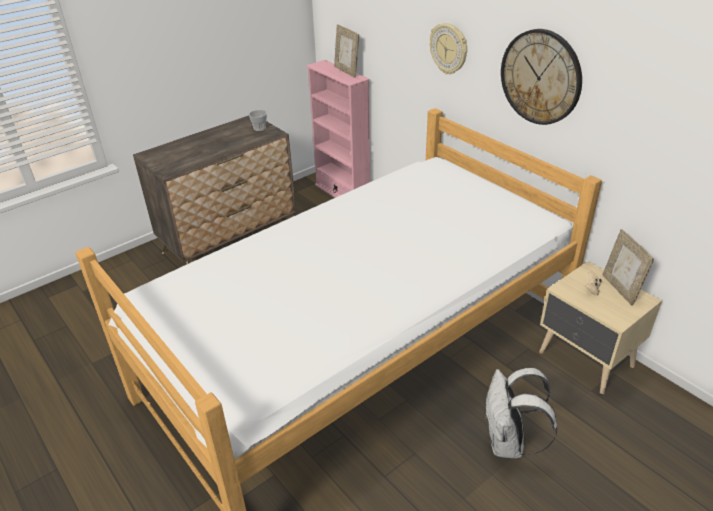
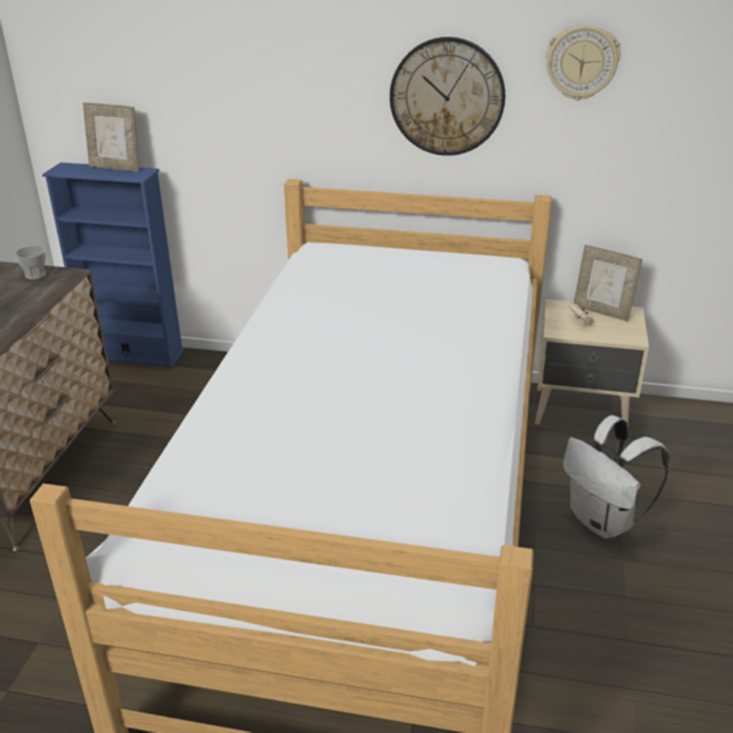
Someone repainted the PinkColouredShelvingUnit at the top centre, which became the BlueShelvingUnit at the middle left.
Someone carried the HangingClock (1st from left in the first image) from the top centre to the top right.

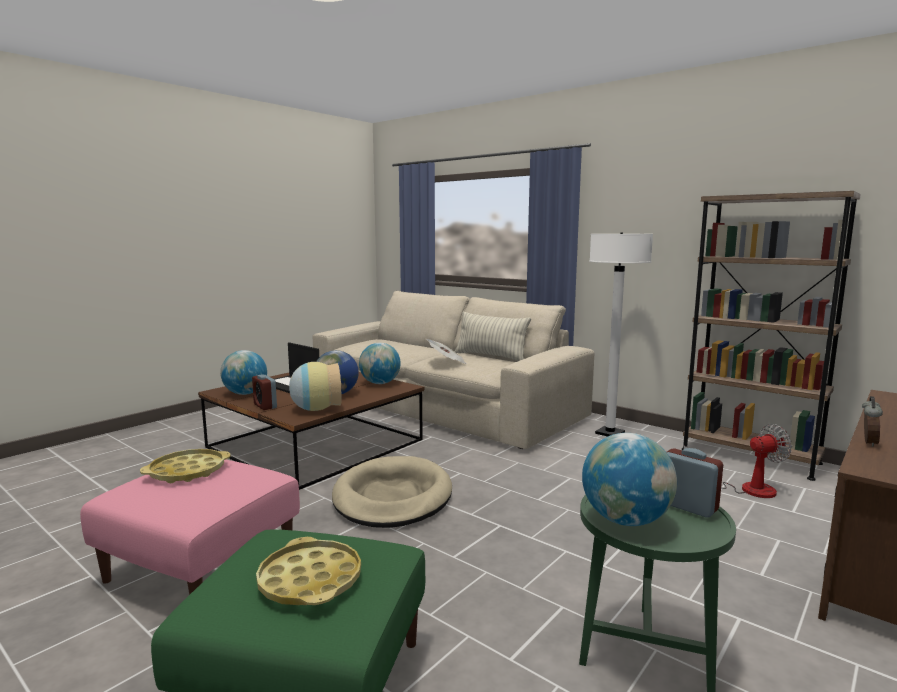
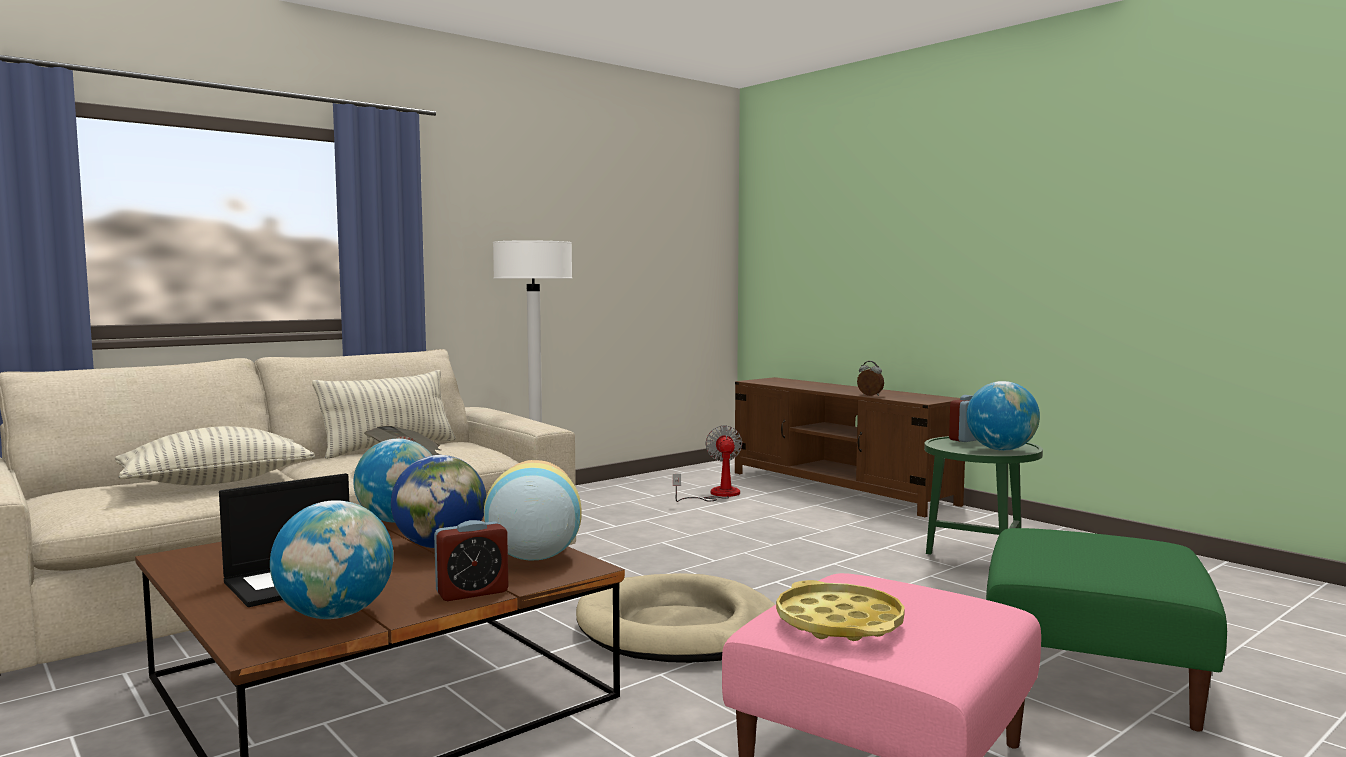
Someone put down the Cushion (1st from left) at the middle left.
Someone took away the YellowTray (2nd from left) at the bottom centre.
Someone took away the BrownColouredShelvingUnit at the middle right.

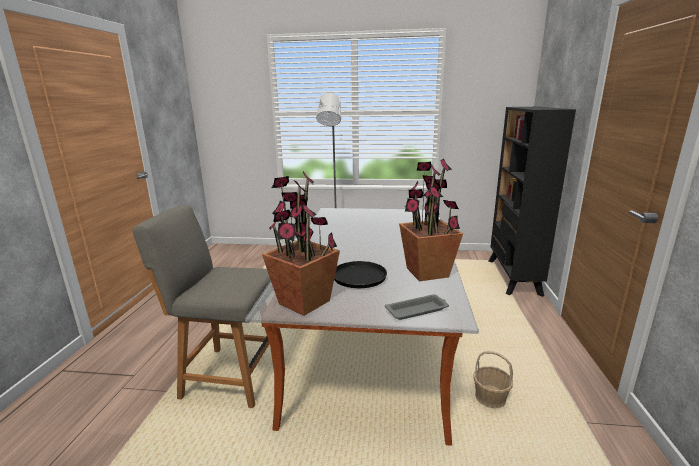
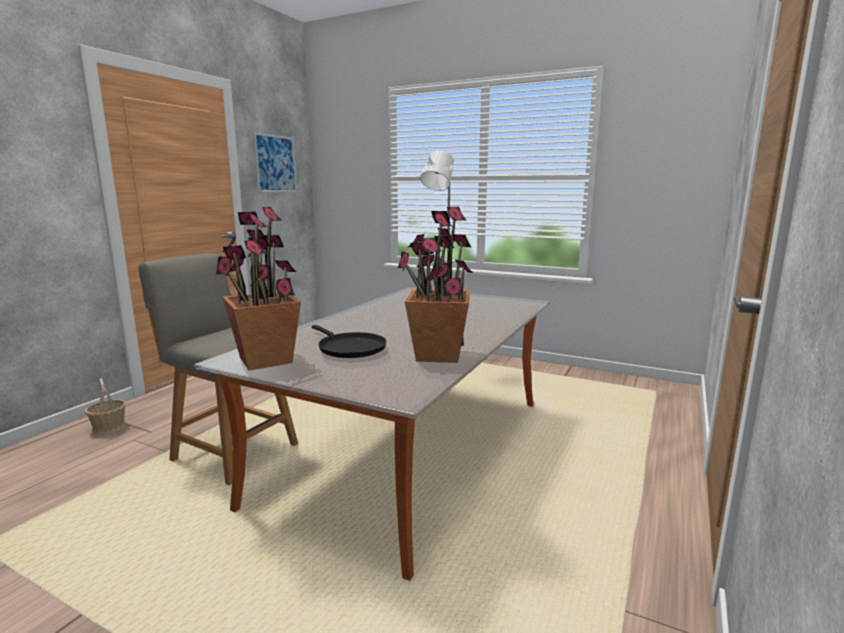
Someone carried the Basket from the bottom right to the middle left.
Someone put up the Picture at the top left.
Someone took away the GreyTray at the centre.
Someone took away the BlackishShelvingUnit at the middle right.

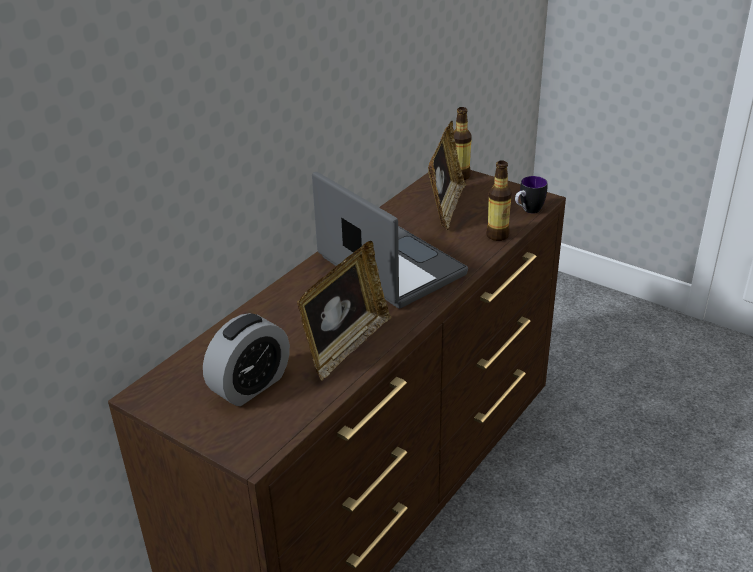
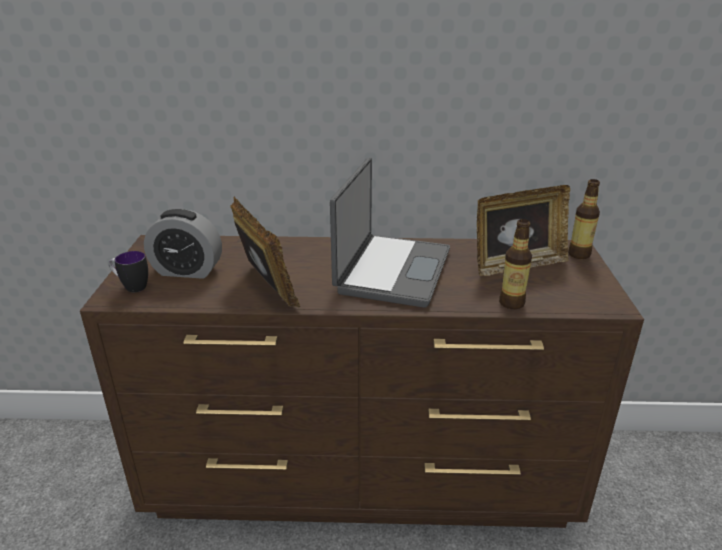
Someone carried the Mug from the middle right to the middle left.
Someone rotated the PhotoFrame (1st from left) at the centre by 120 degrees counterclockwise.

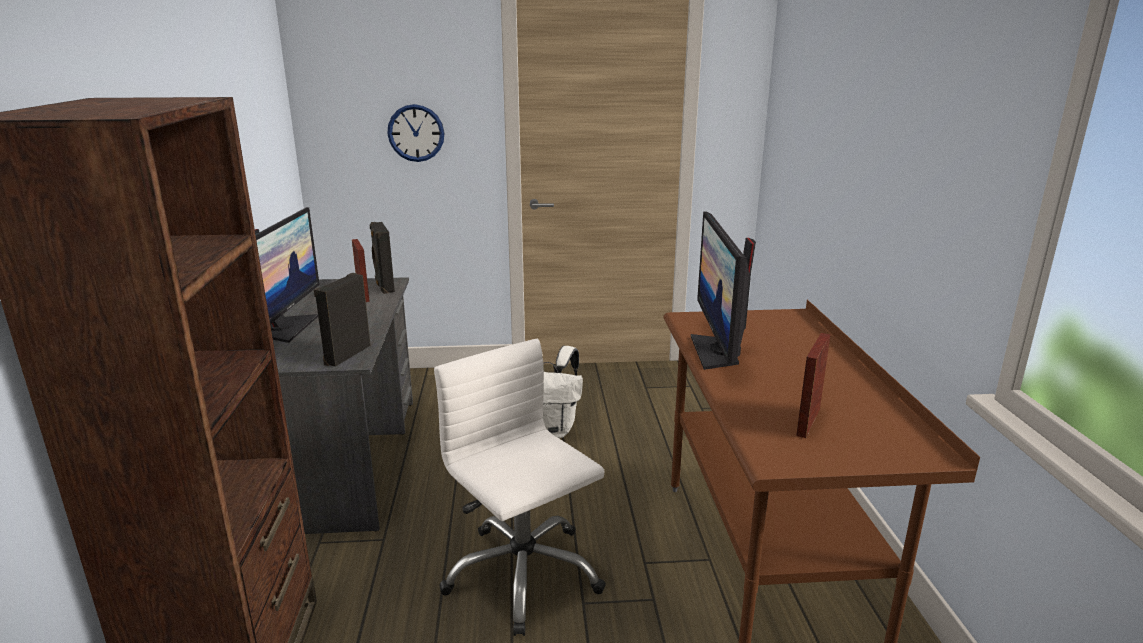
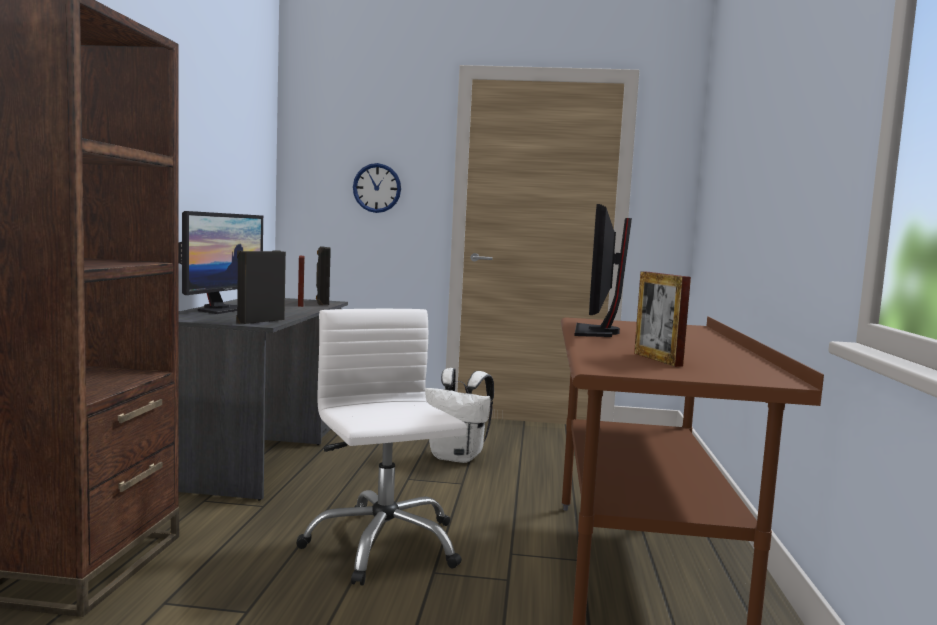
Someone rotated the PhotoFrame (2nd from left) at the middle right by 60 degrees counterclockwise.

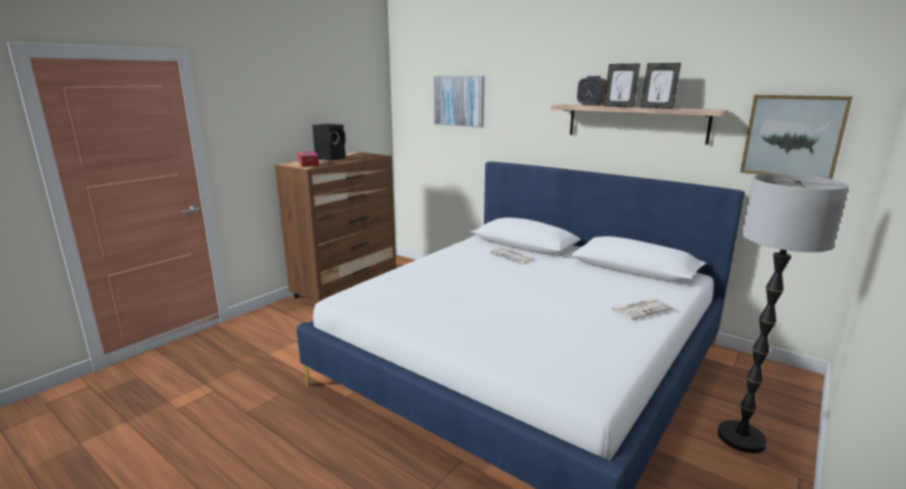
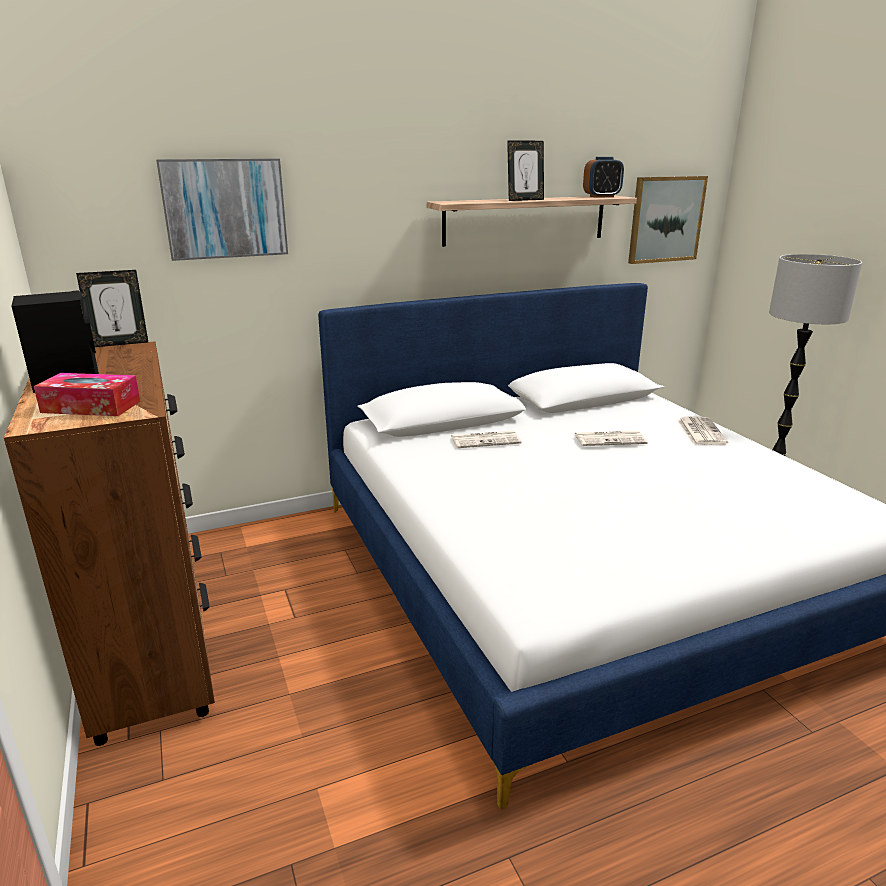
Someone carried the PhotoFrame (2nd from left in the first image) from the top right to the middle left.
Someone put down the PrintedPaper (2nd from left) at the middle right.
Someone carried the TableClock from the top centre to the top right.

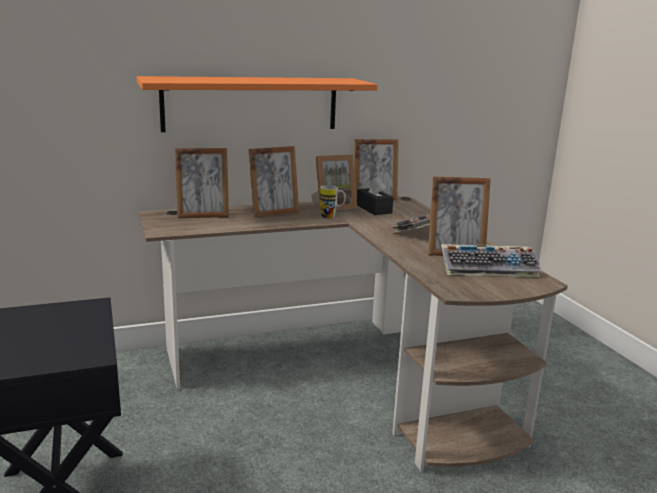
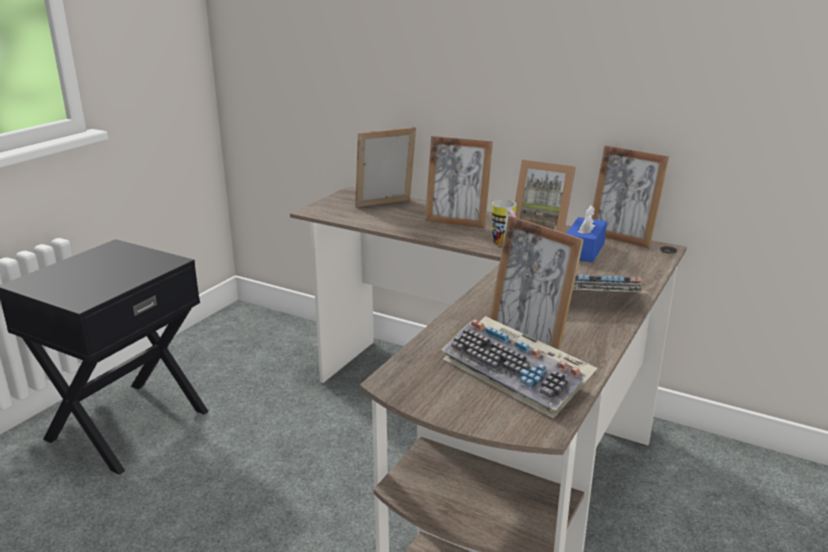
Someone rotated the PhotoFrame (1st from left) at the middle left by 120 degrees clockwise.
Someone repainted the BlackishTissueBox at the centre, which became the BlueTissueBox at the middle right.
Someone took away the OrangeColouredShelf at the top centre.

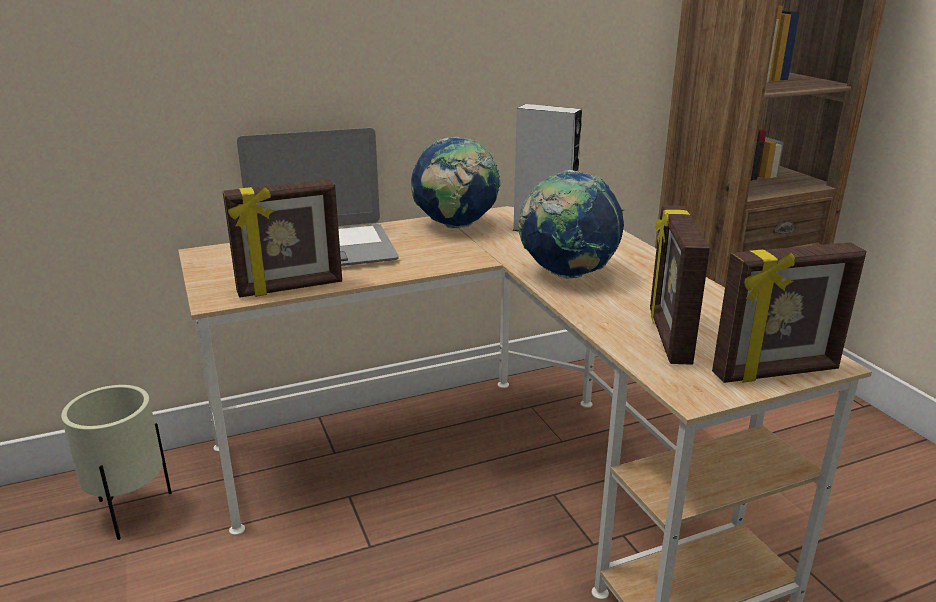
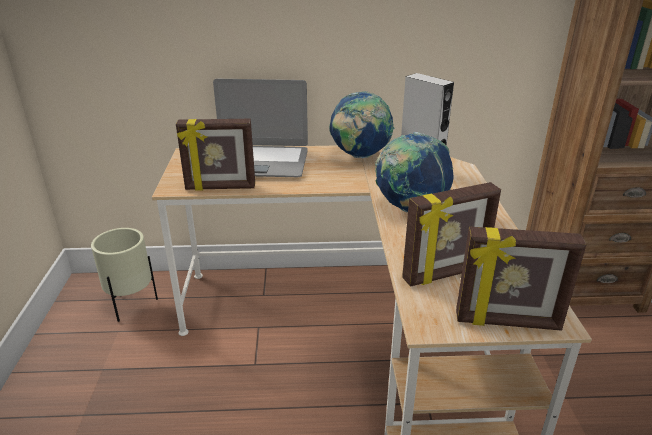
Someone rotated the PhotoFrame (2nd from left) at the middle right by 135 degrees counterclockwise.

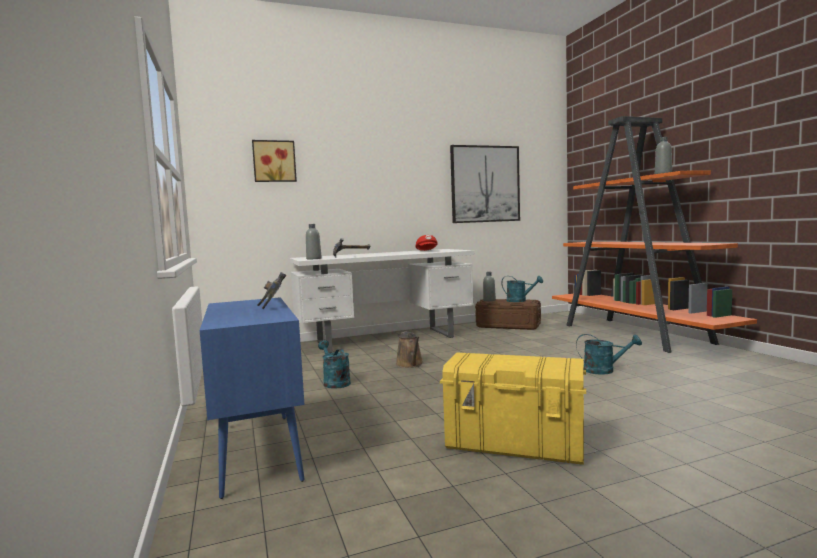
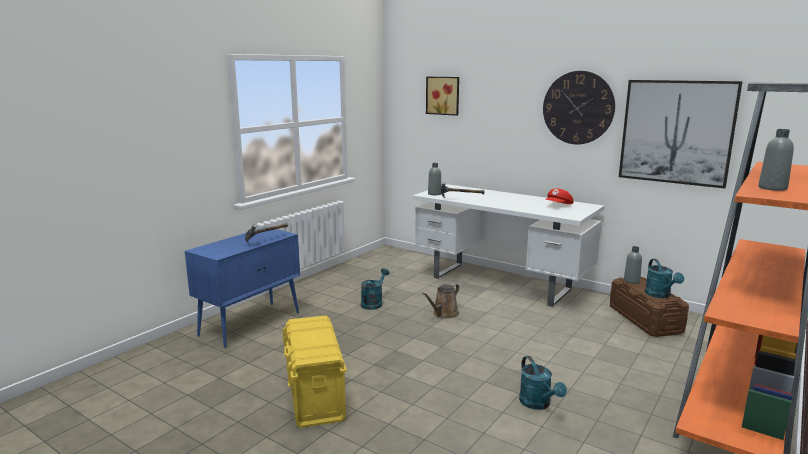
Someone put up the HangingClock at the top right.

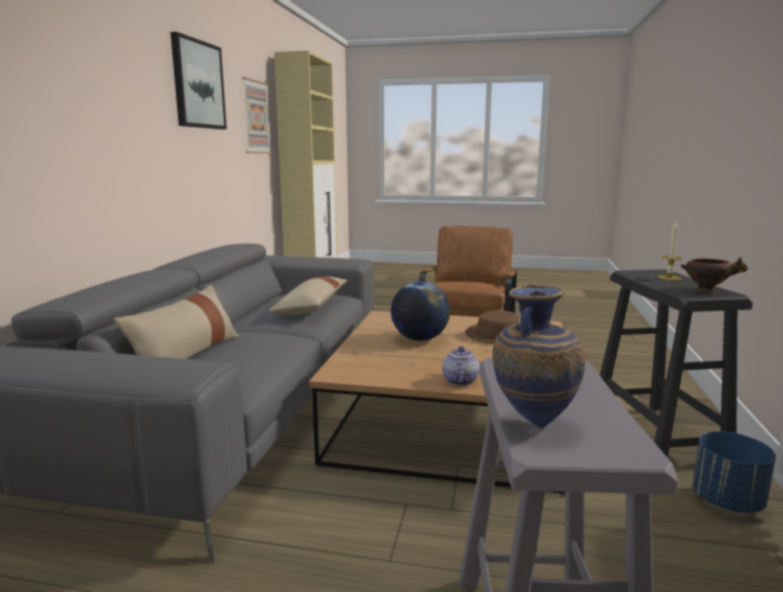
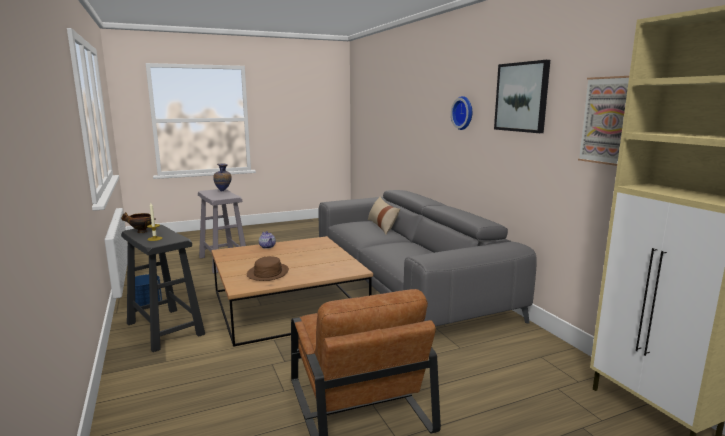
Someone put up the HangingClock at the top centre.
Someone took away the BeigeCushion (2nd from left) at the centre.
Someone took away the Globe at the centre.

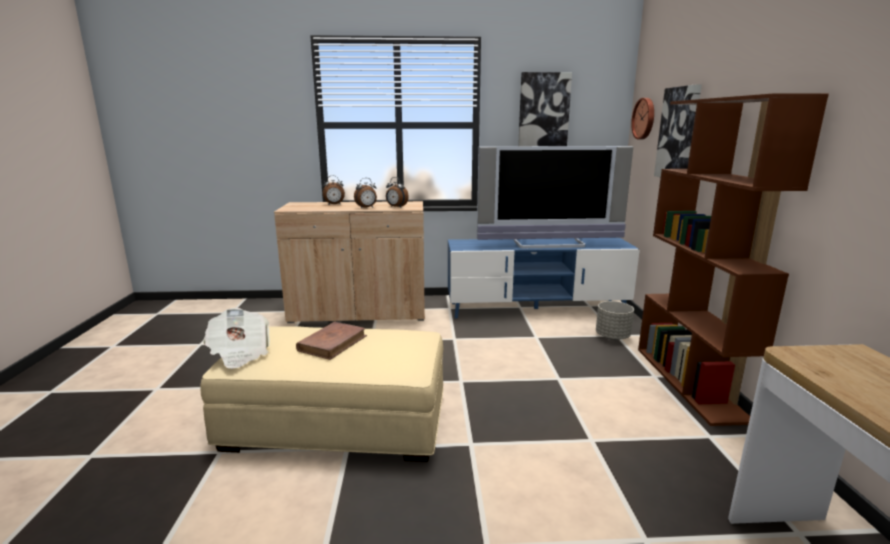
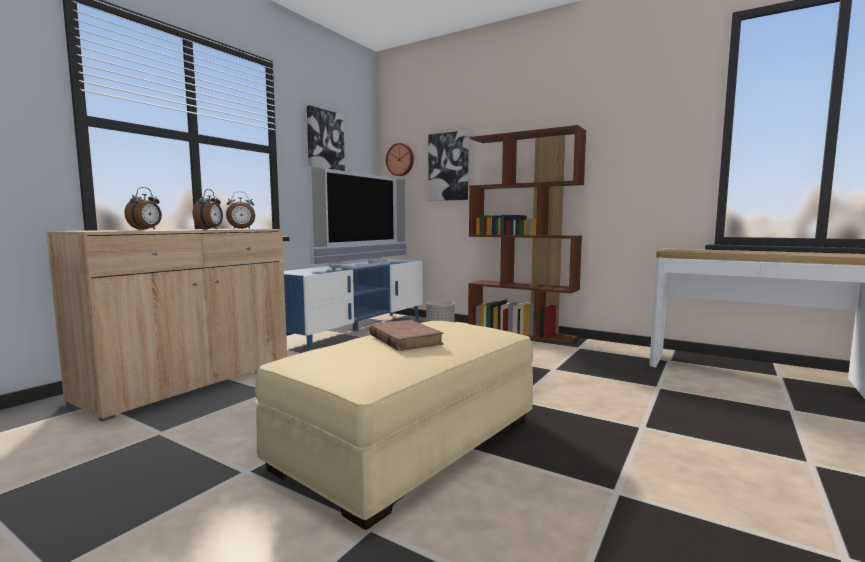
Someone took away the PrintedPaper at the middle left.

